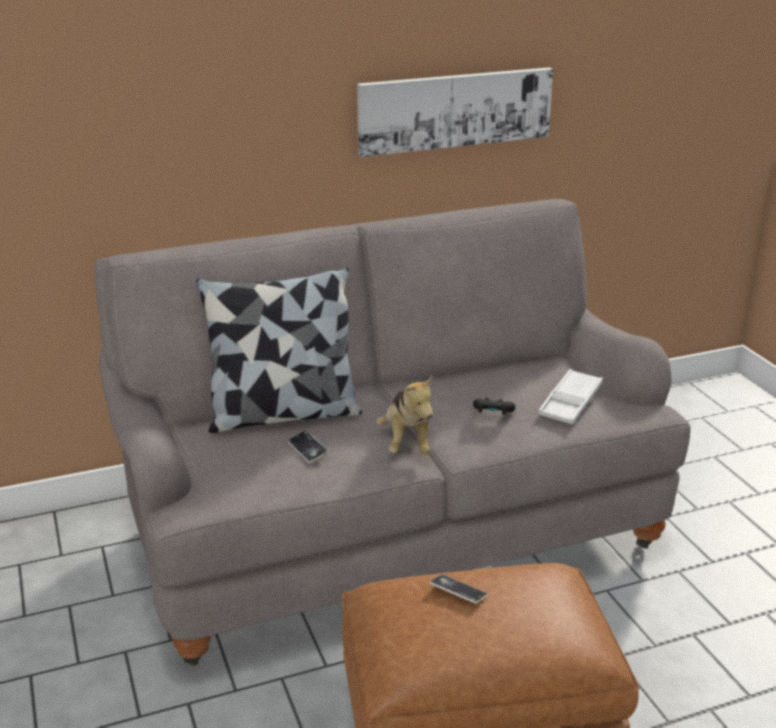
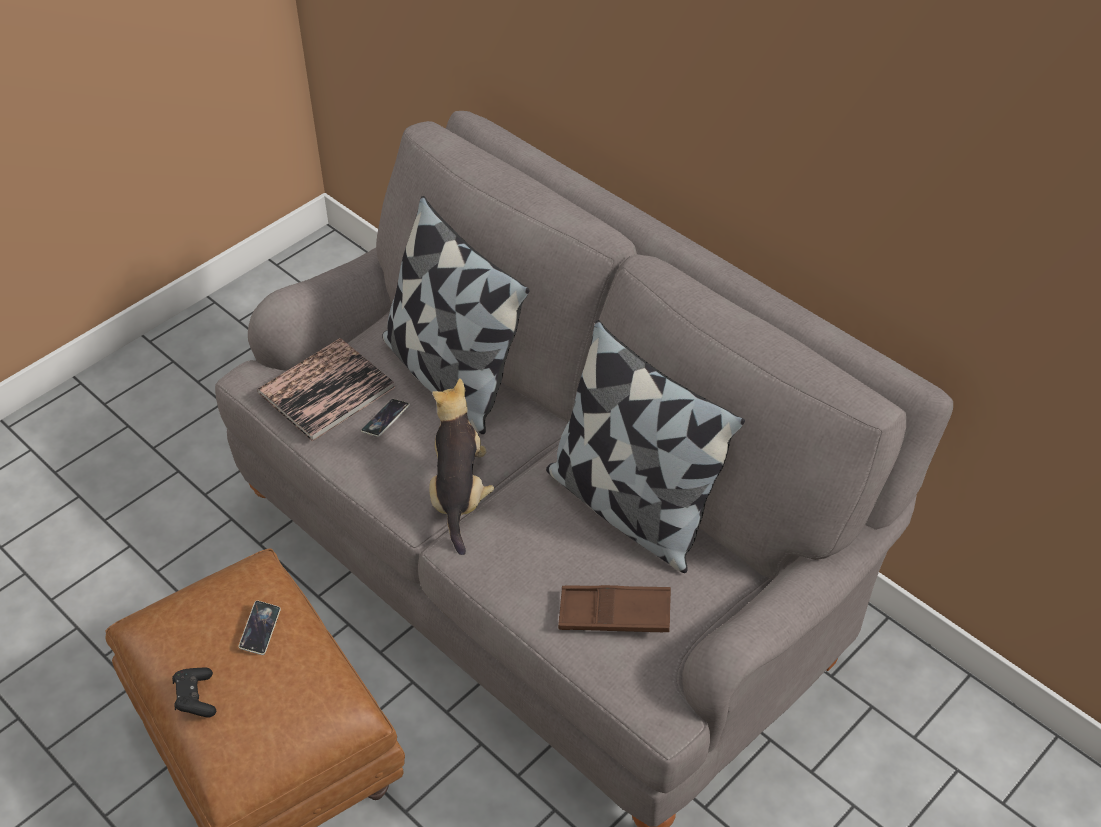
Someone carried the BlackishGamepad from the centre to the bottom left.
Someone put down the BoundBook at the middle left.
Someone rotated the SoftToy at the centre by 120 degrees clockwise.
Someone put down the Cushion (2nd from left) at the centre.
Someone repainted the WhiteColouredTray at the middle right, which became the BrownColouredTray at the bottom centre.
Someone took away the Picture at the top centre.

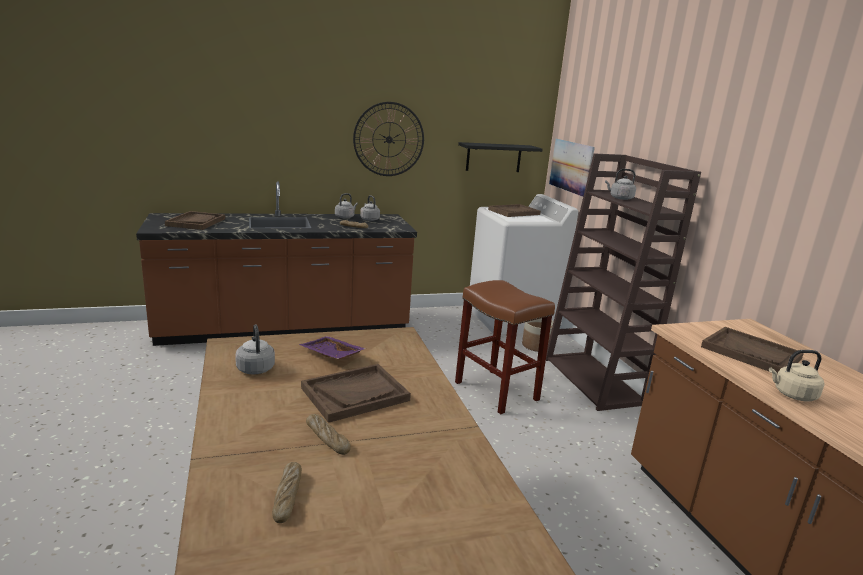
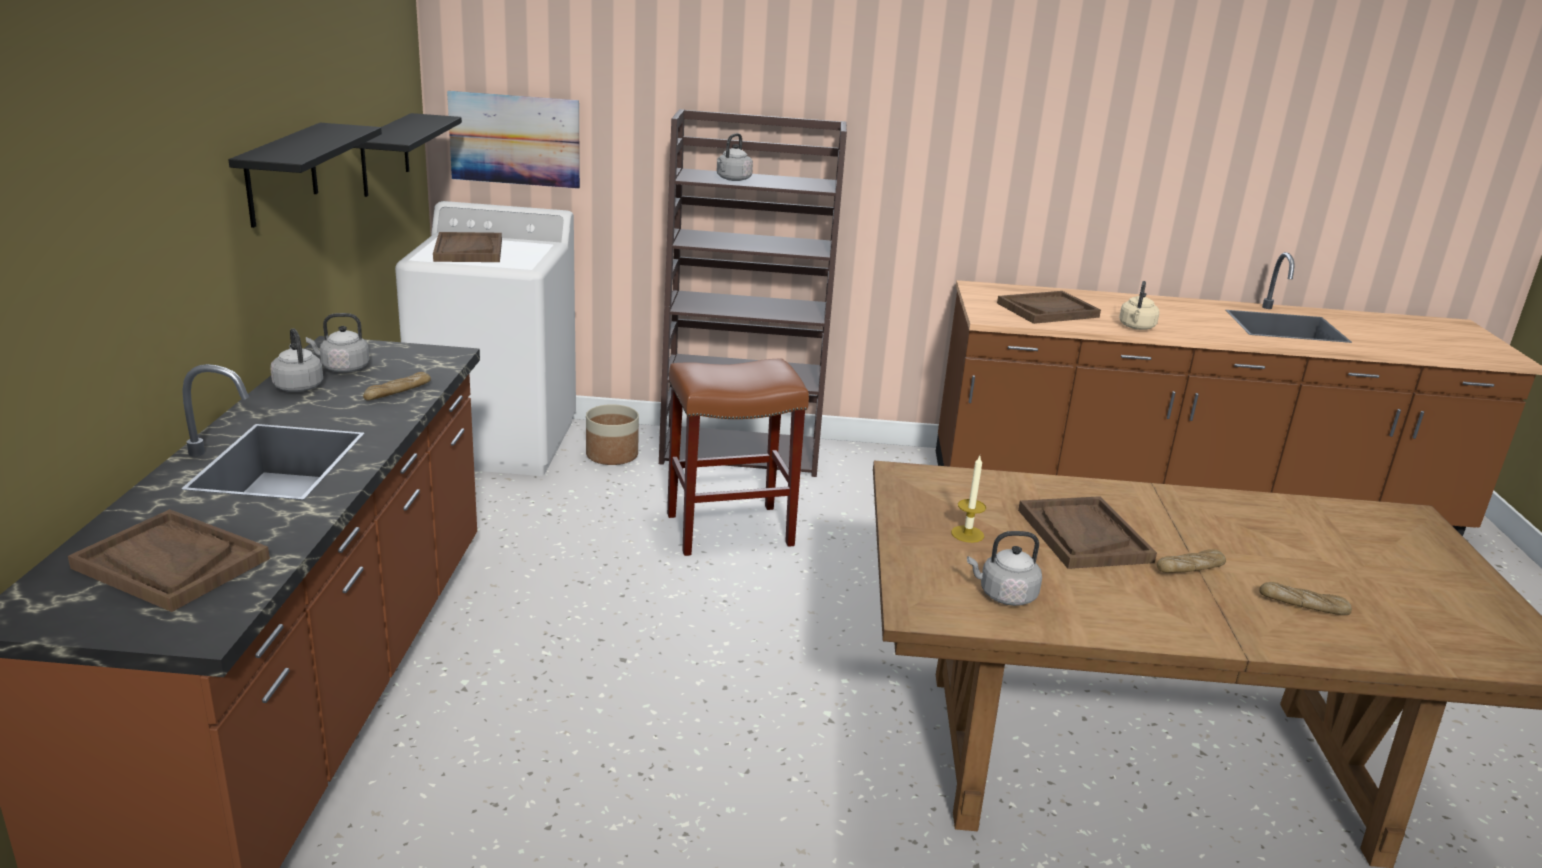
Someone swapped the HangingClock at the top centre for the BlackishShelf (1st from left) at the top left.
Someone swapped the PurplishTray at the centre for the WaxLight at the centre.

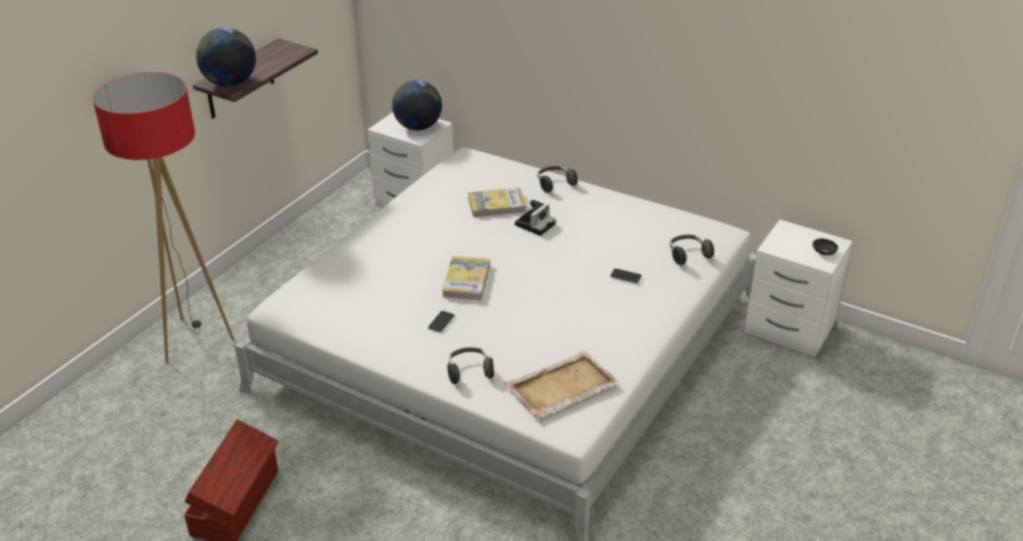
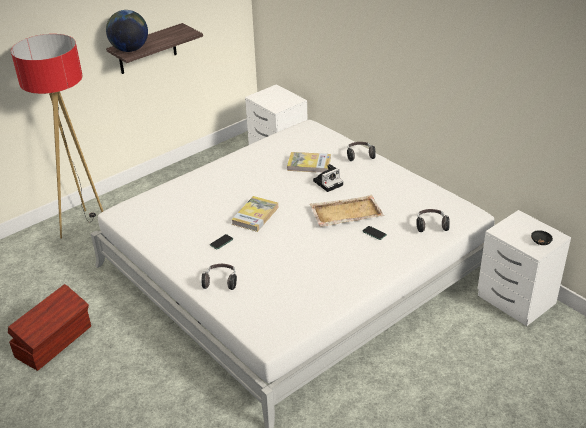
Someone carried the BeigeTray from the bottom centre to the centre.
Someone took away the Globe (2nd from left) at the top centre.

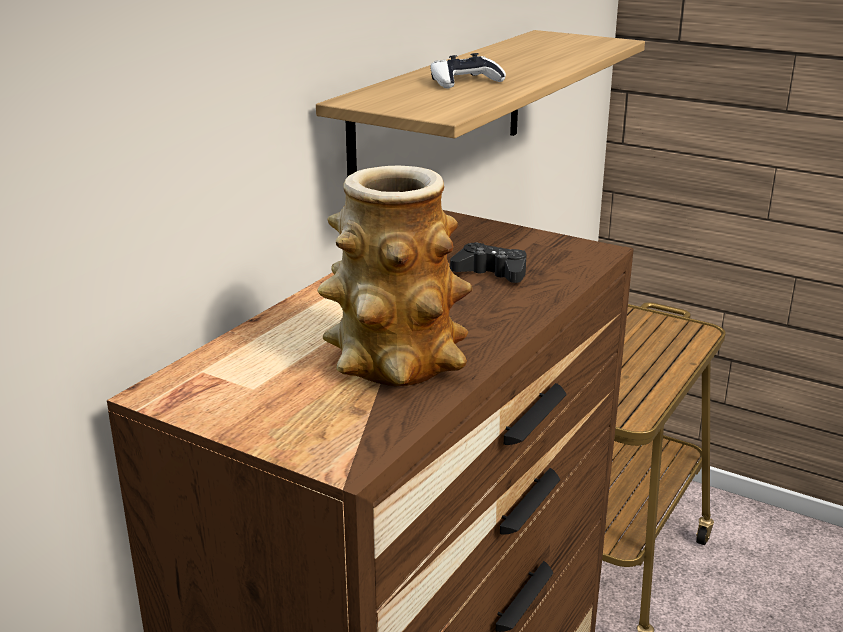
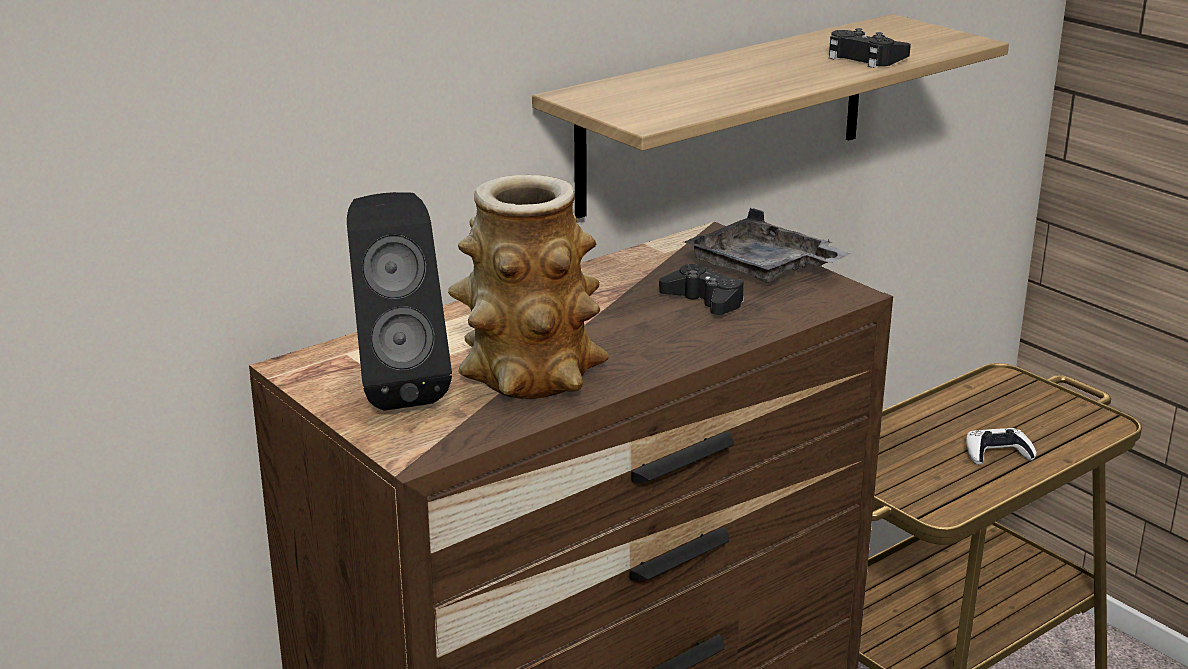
Someone put down the BlackishLoudspeaker at the centre.
Someone put down the GreyTray at the centre.
Someone put down the BlackishGamepad (2nd from left) at the top right.
Someone carried the WhiteColouredGamepad from the top centre to the bottom right.

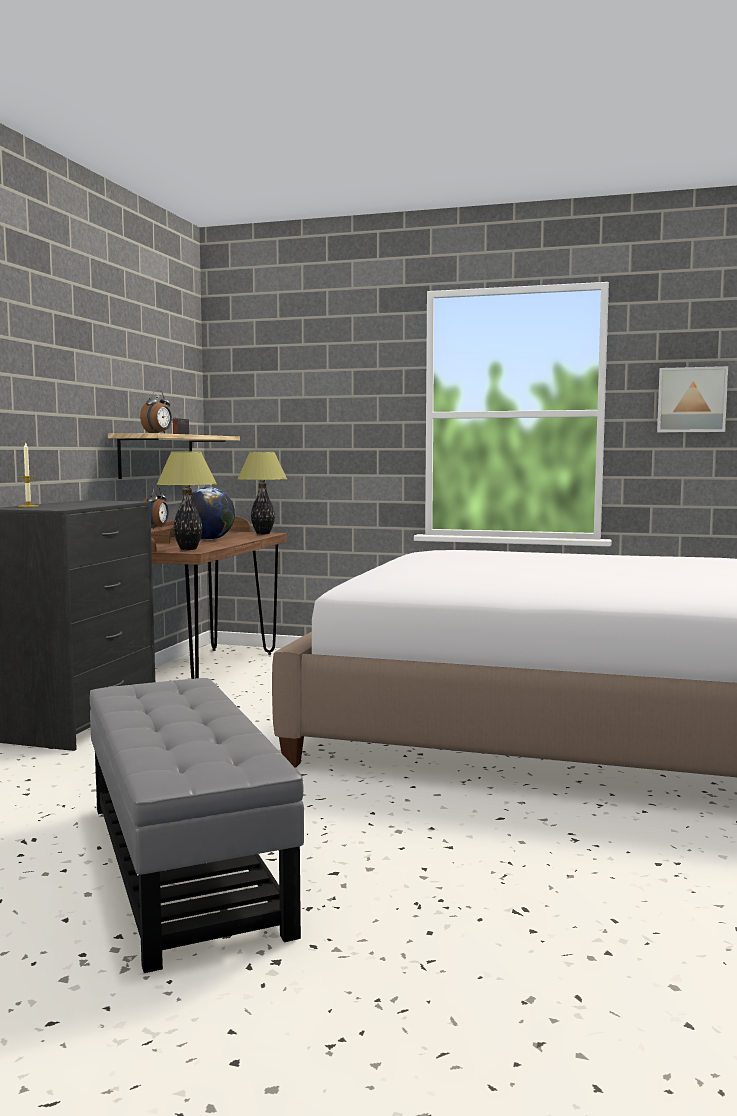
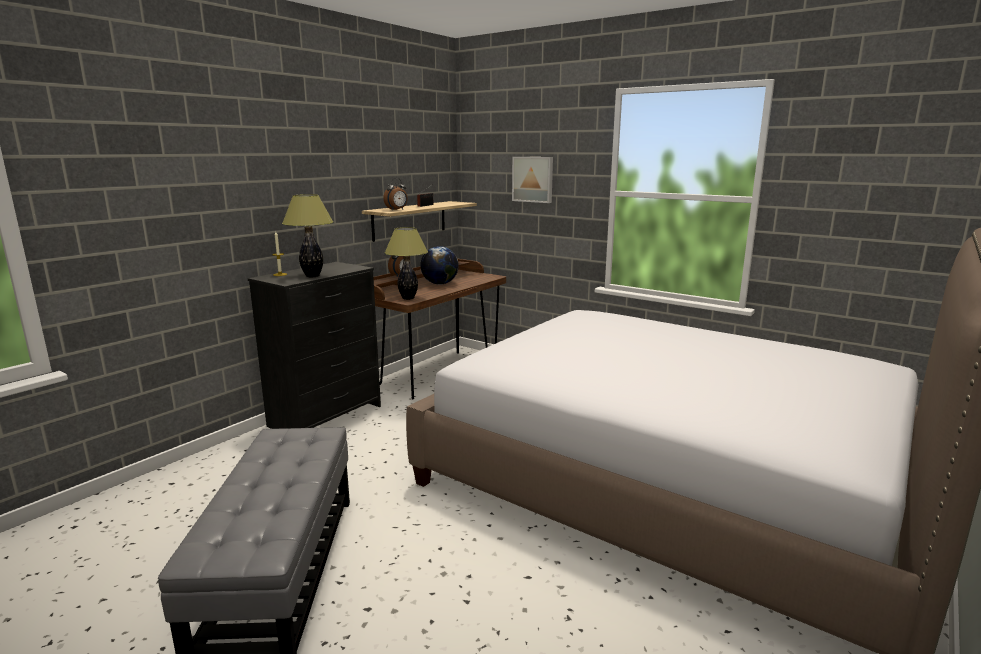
Someone carried the TabletopLamp (2nd from left in the first image) from the centre to the middle left.
Someone carried the Picture from the middle right to the top centre.

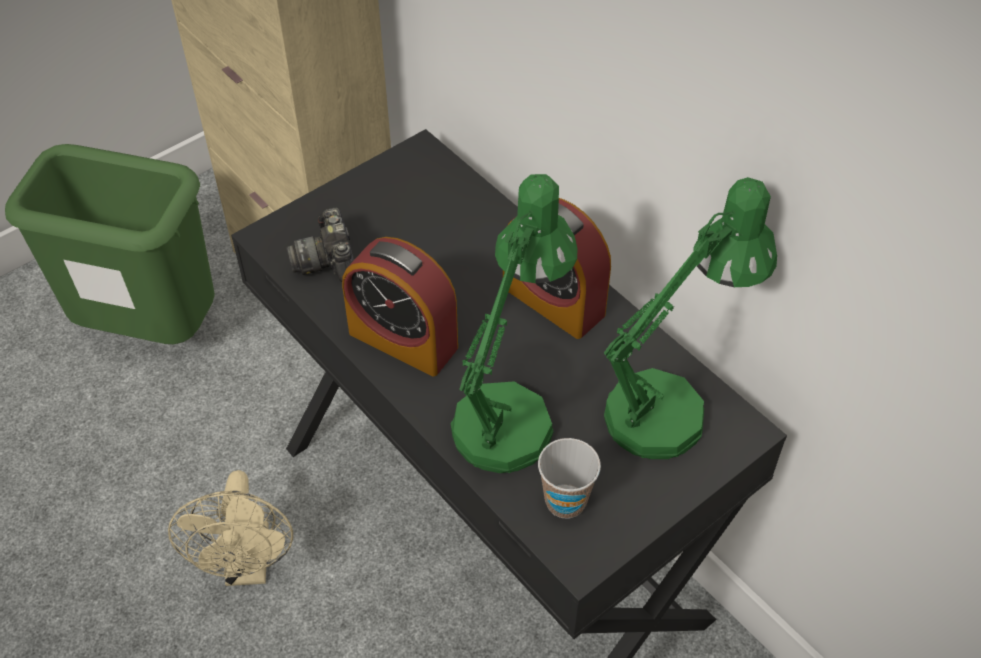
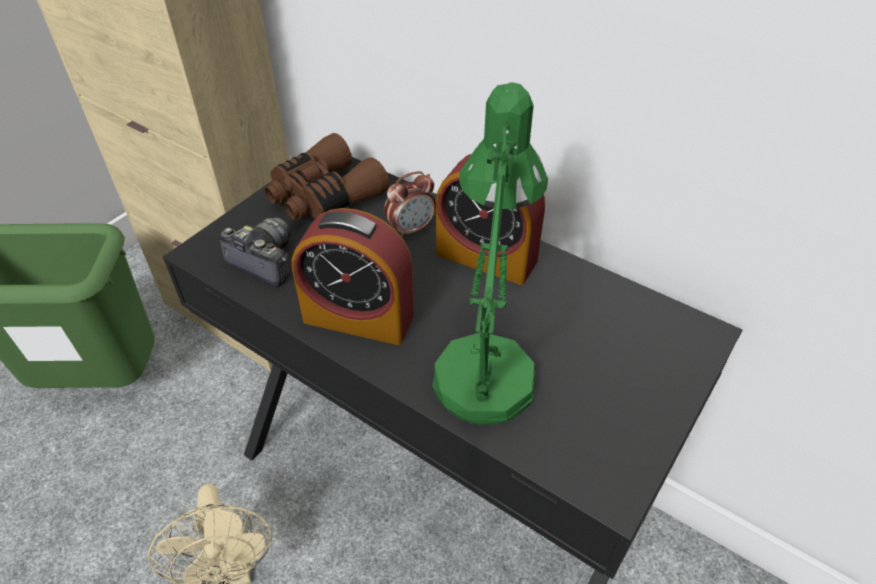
Someone rotated the PhotoCamera at the middle left by 150 degrees clockwise.
Someone put down the BrownColouredFieldGlasses at the top centre.
Someone put down the TableClock (2nd from left) at the centre.
Someone took away the DrinkingCup at the bottom centre.
Someone took away the GreenColouredTabletopLamp (2nd from left) at the middle right.

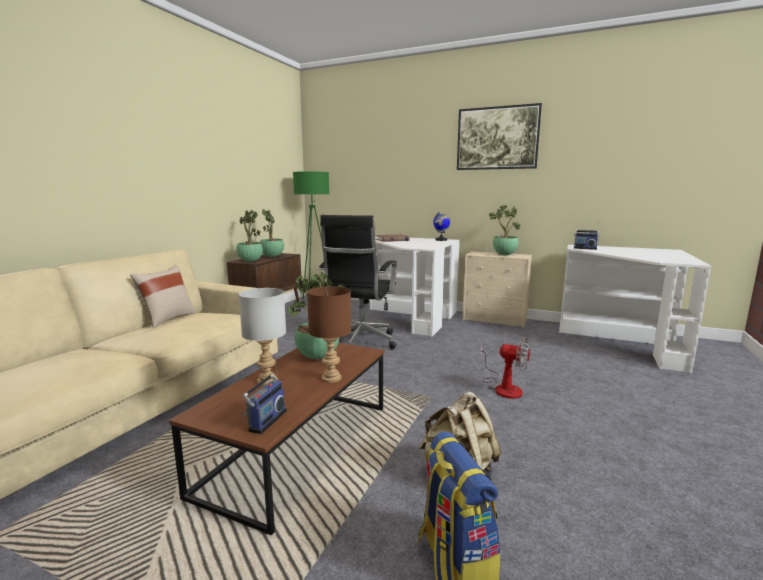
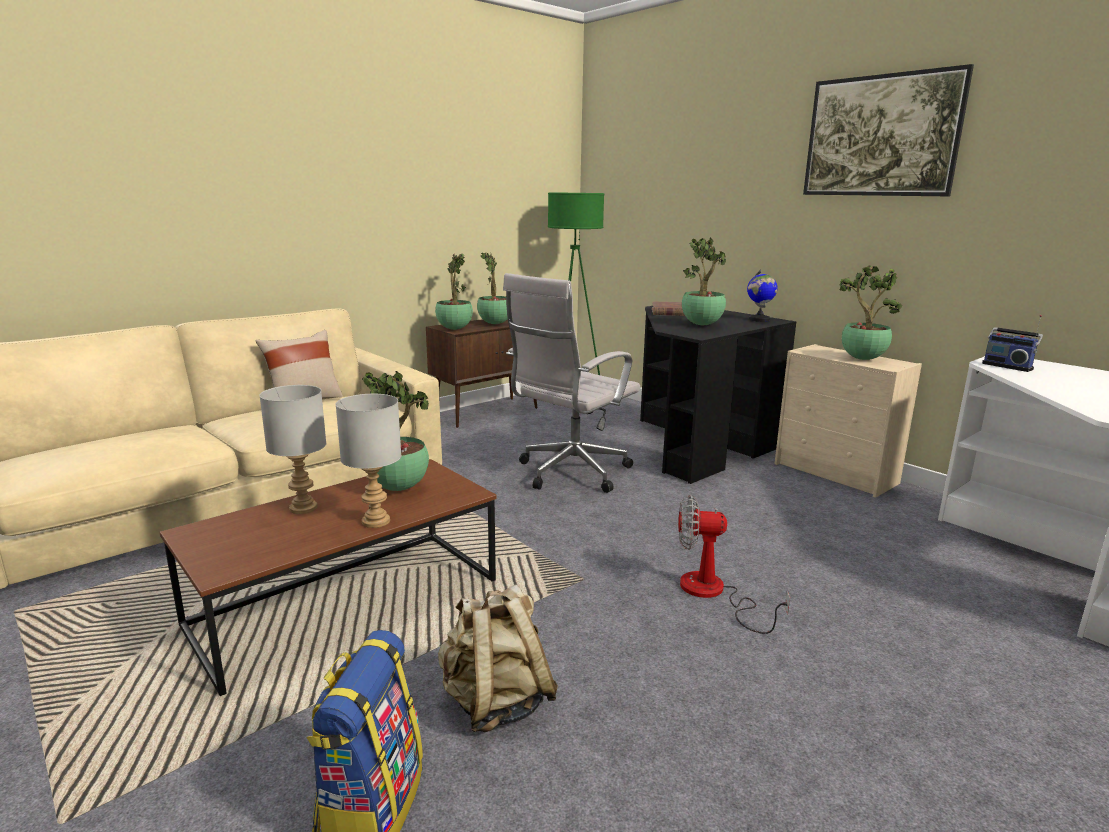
Someone repainted the BrownColouredTabletopLamp at the centre, which became the GreyTabletopLamp (2nd from left) at the middle left.
Someone repainted the BlackishDeskChair at the centre, which became the WhiteColouredDeskChair at the centre.
Someone repainted the WhiteColouredDeskUnit (1st from left) at the centre, which became the BlackishDeskUnit at the centre.
Someone rotated the CoolingFan at the centre by 135 degrees clockwise.
Someone put down the PottedPlant (4th from left) at the centre.
Someone took away the Radio (1st from left) at the bottom centre.

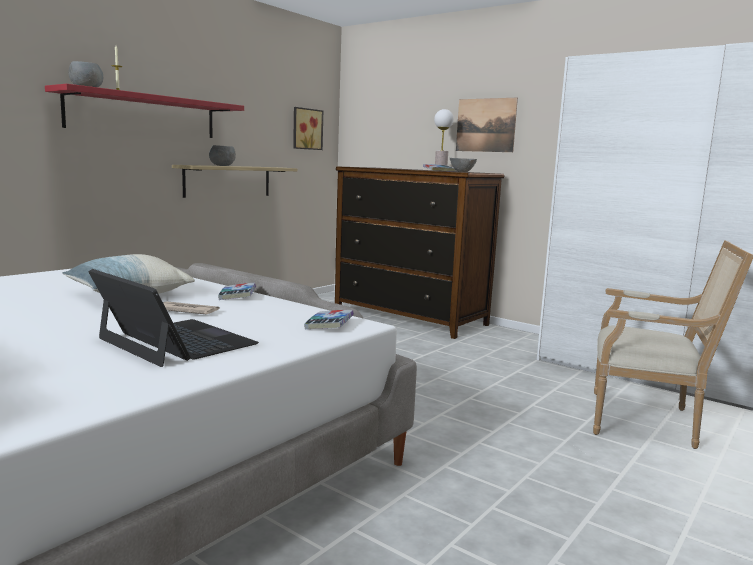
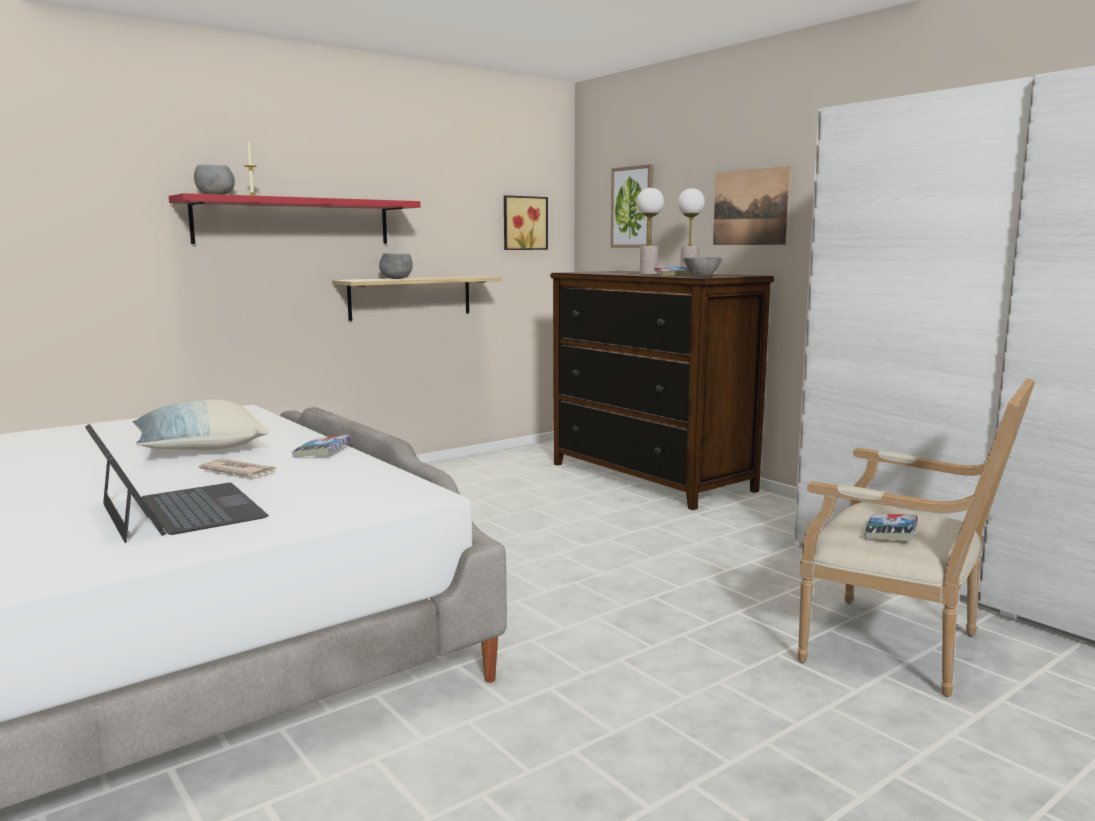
Someone put up the Picture (2nd from left) at the top centre.
Someone put down the TabletopLamp (1st from left) at the top centre.
Someone carried the BoundBook (2nd from left in the first image) from the centre to the middle right.

